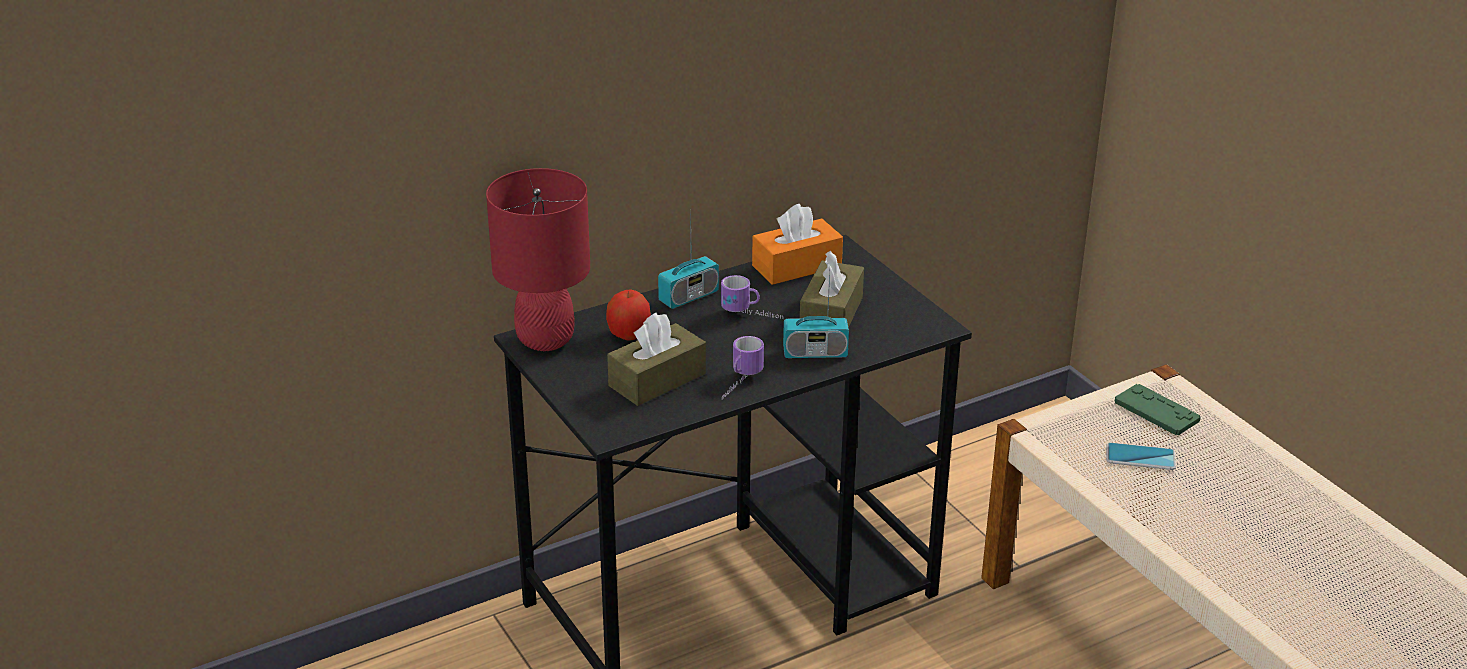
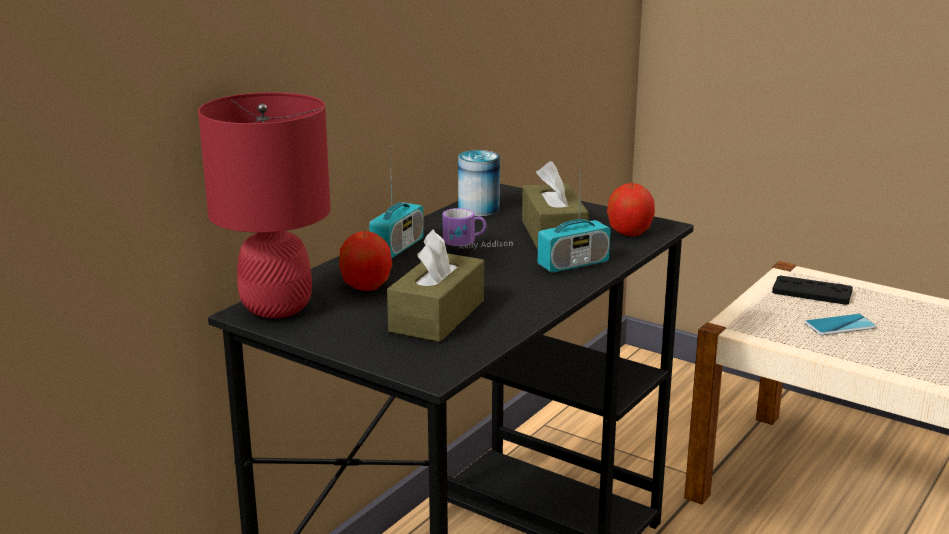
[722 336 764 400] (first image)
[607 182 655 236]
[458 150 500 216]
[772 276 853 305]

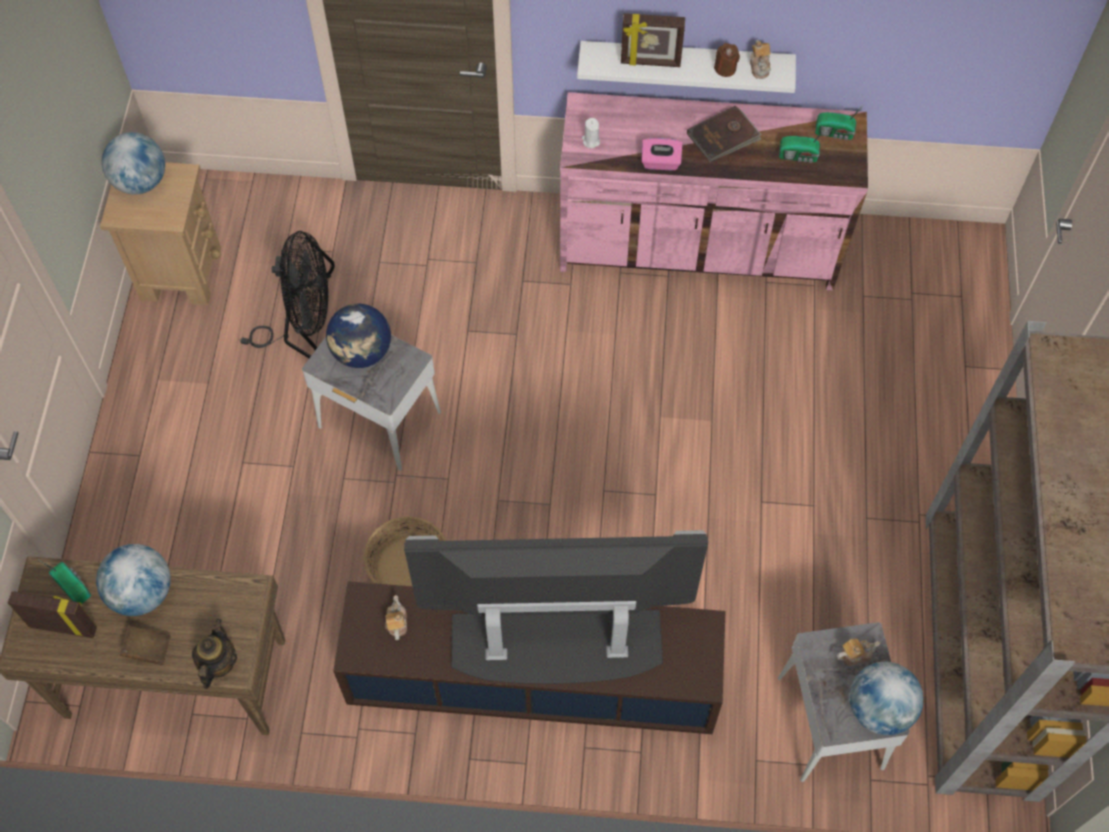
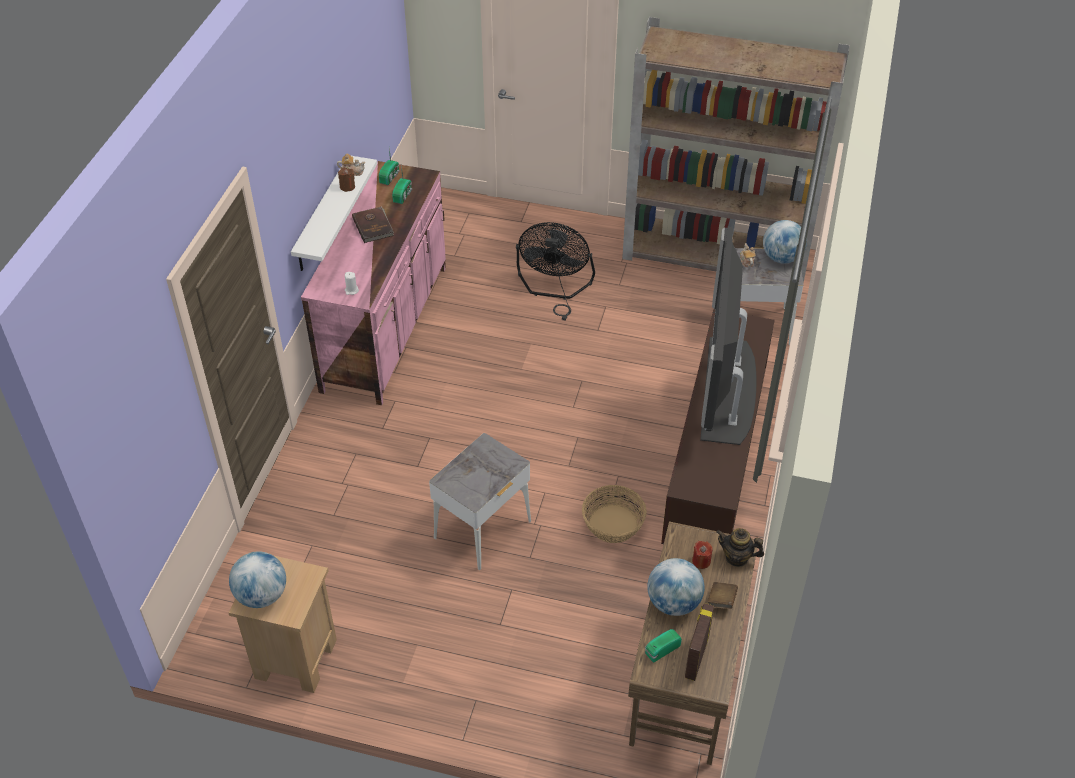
[326 304 391 368] (first image)
[385 595 407 640] (first image)
[621 13 685 67] (first image)
[642 138 683 170] (first image)
[692 541 713 569]
[516 222 595 321]

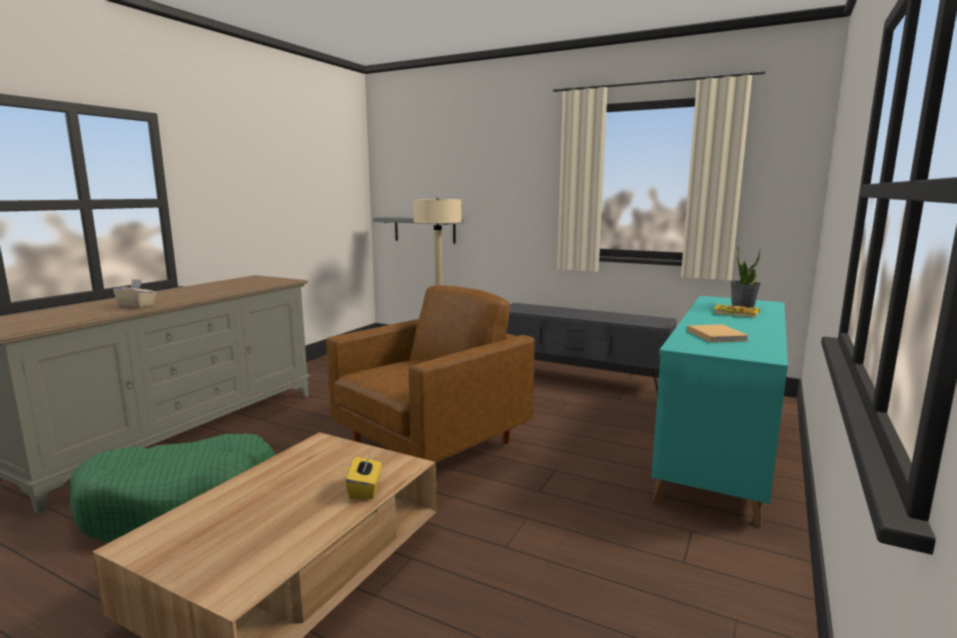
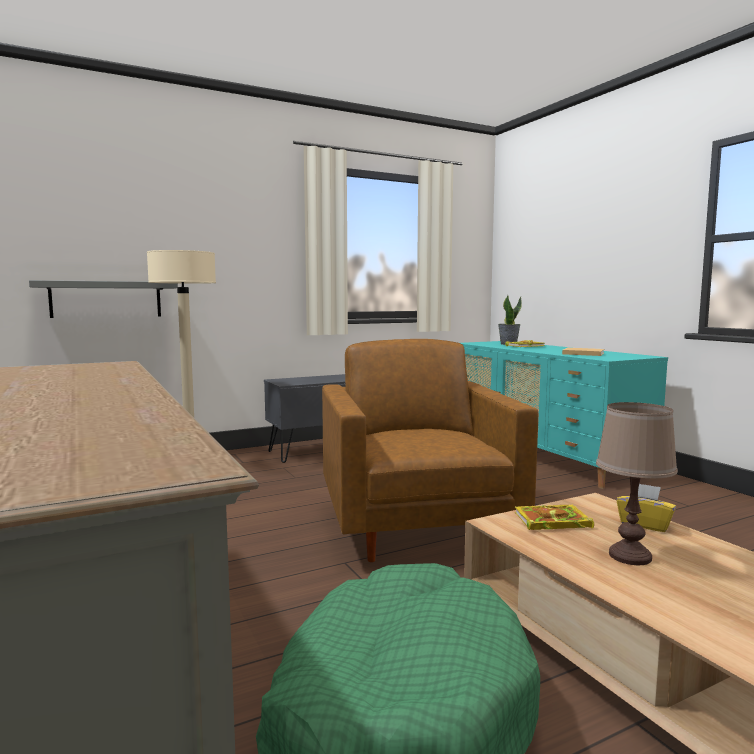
[113 279 156 308] (first image)
[515 505 594 530]
[596 402 678 565]

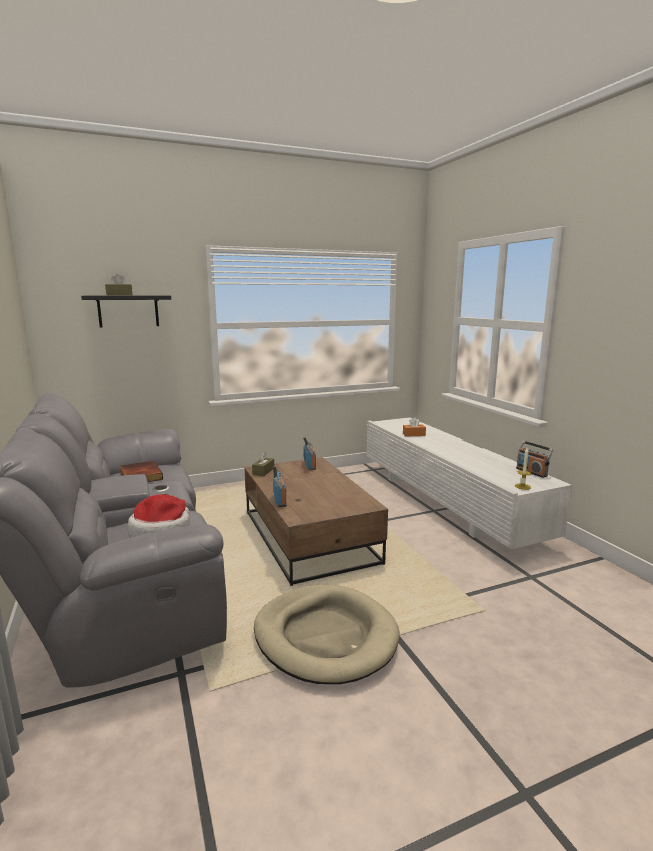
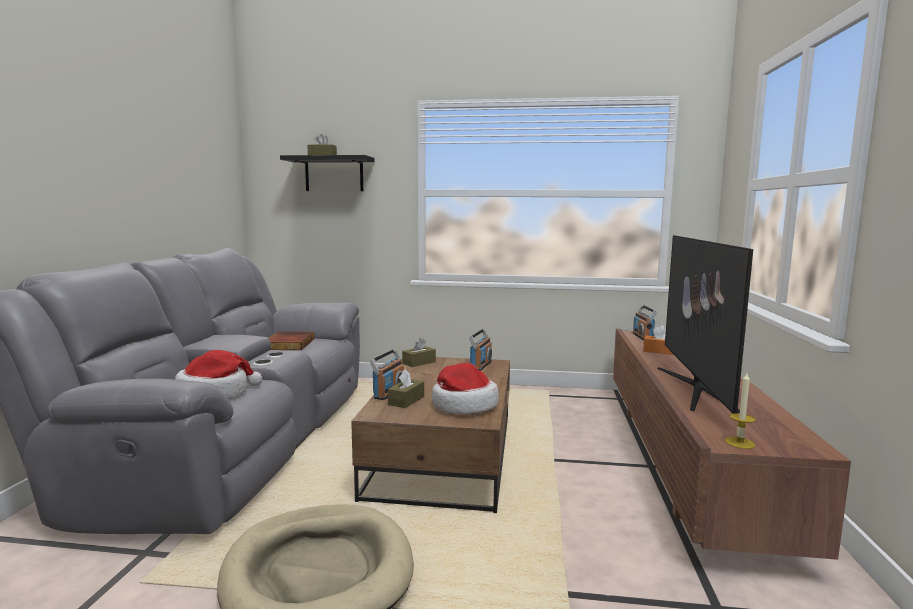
[388 369 424 408]
[432 363 499 414]
[657 235 753 414]
[633 305 657 340]
[613 329 851 560]

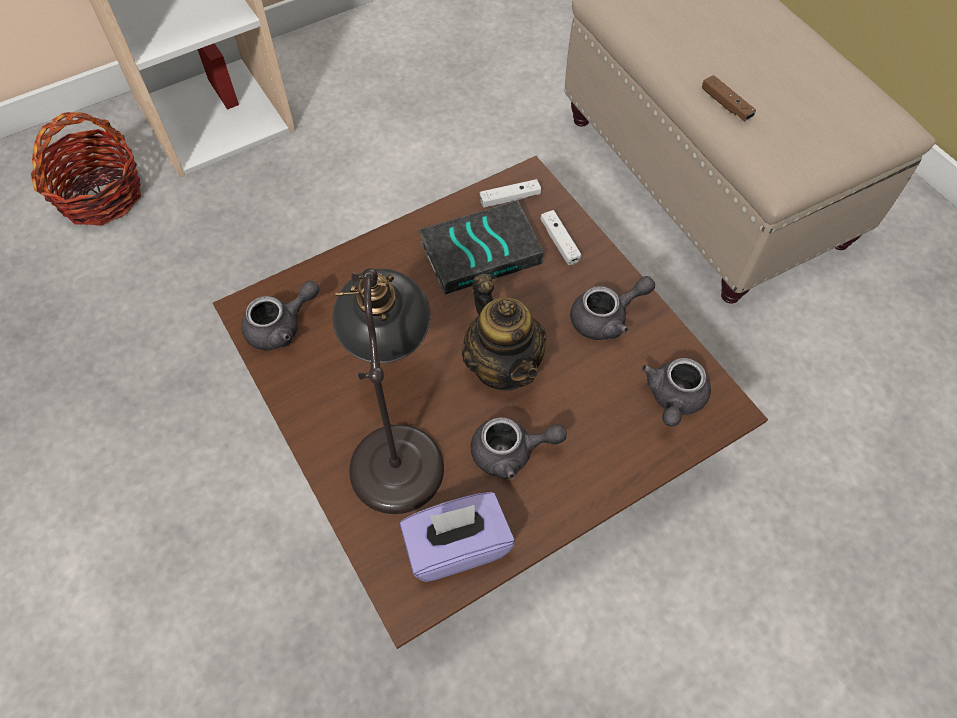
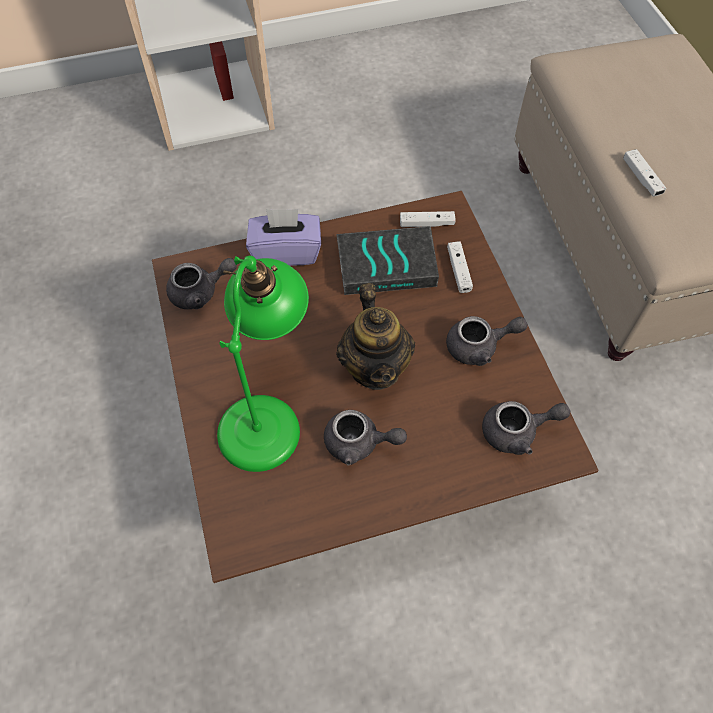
[31 112 141 226] (first image)
[246 209 321 266]
[217 256 309 472]
[623 149 666 196]
[482 401 570 455]

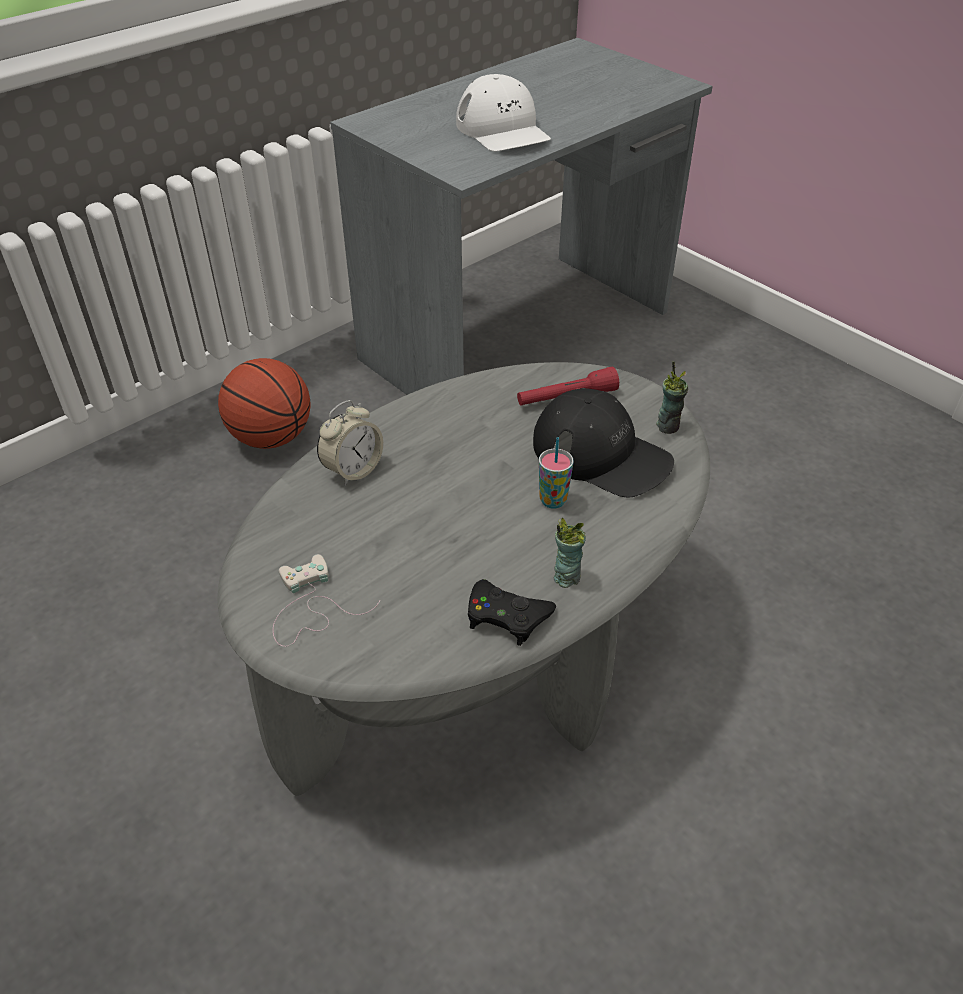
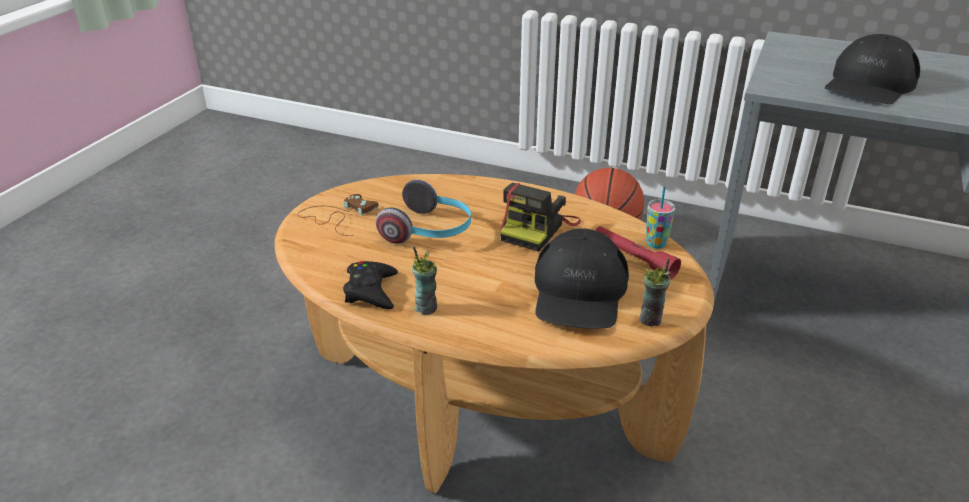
[317 400 383 486] (first image)
[376 179 471 244]
[500 183 581 252]
[645 186 675 248]
[275 174 714 493]
[297 194 379 236]
[825 34 920 104]

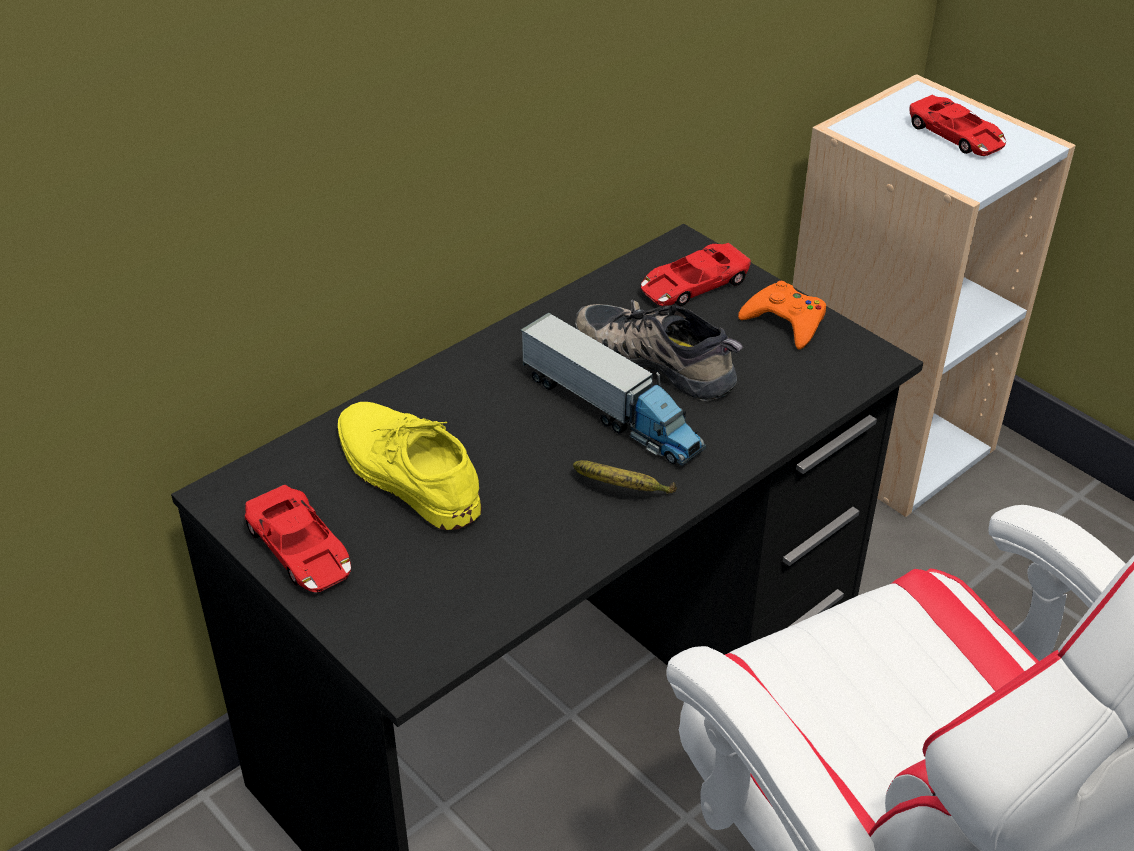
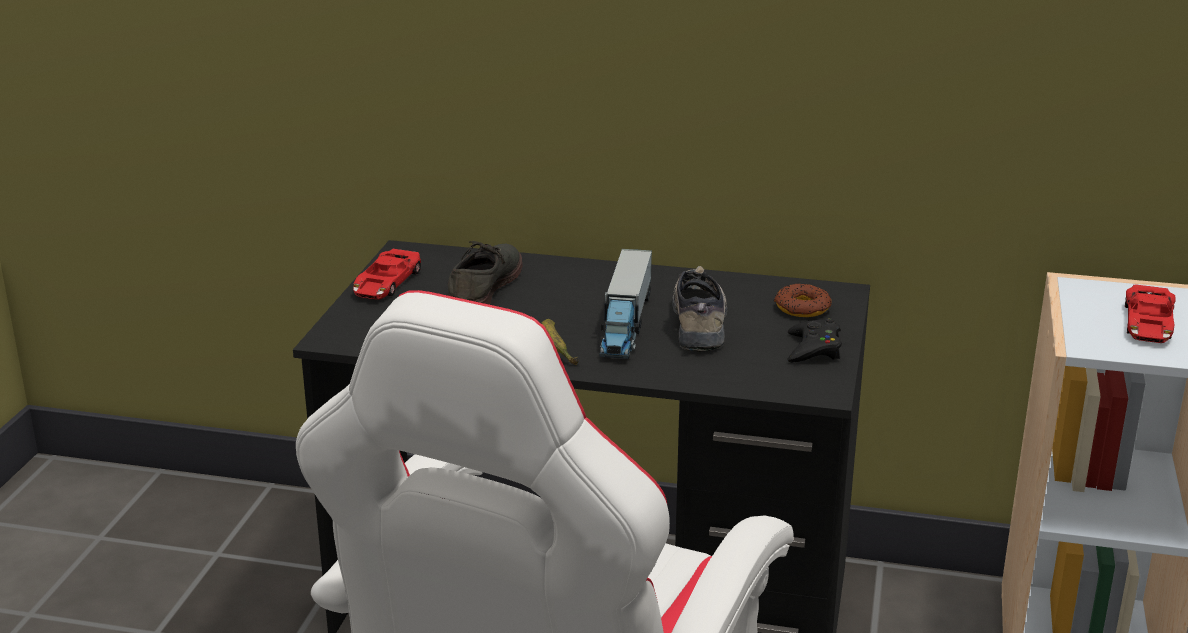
[774 283 832 317]
[448 241 522 305]
[787 318 842 362]

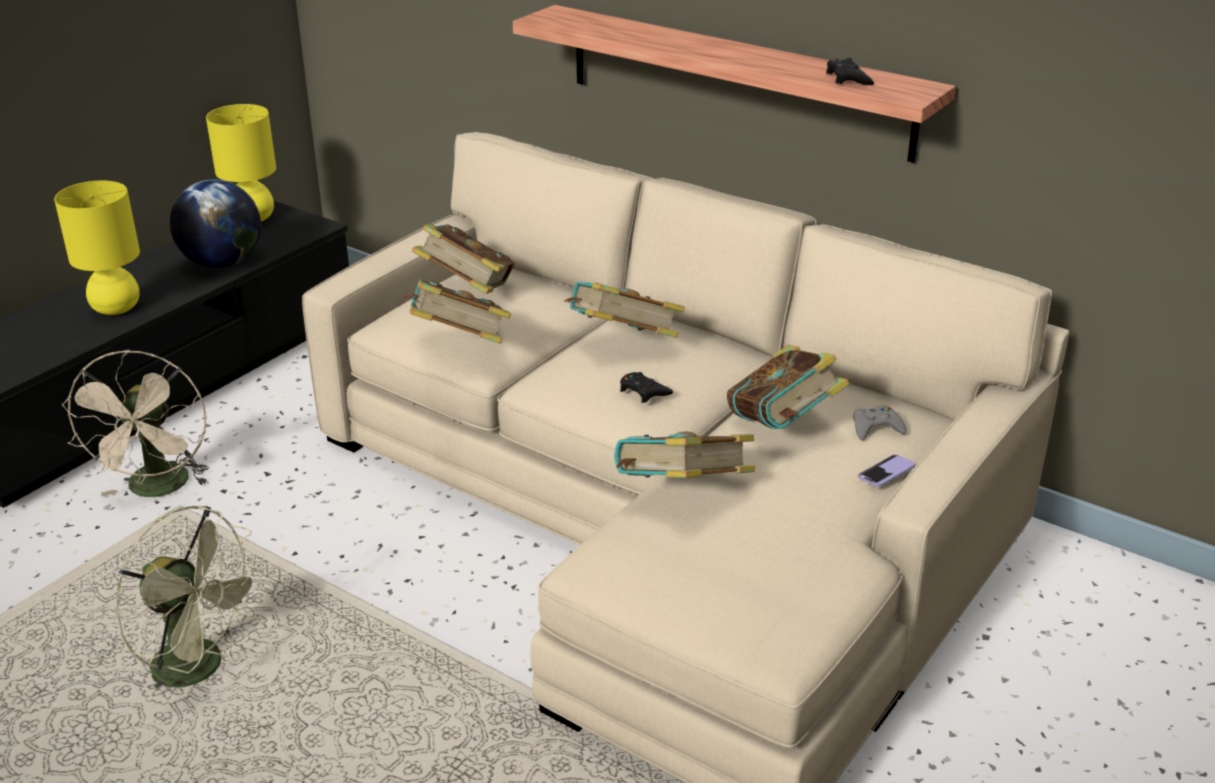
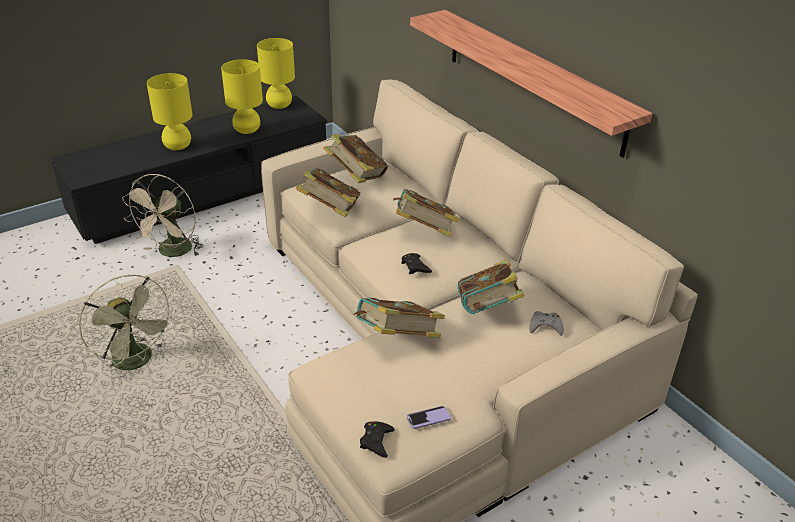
[360 421 395 458]
[407 406 451 429]
[221 59 263 134]

